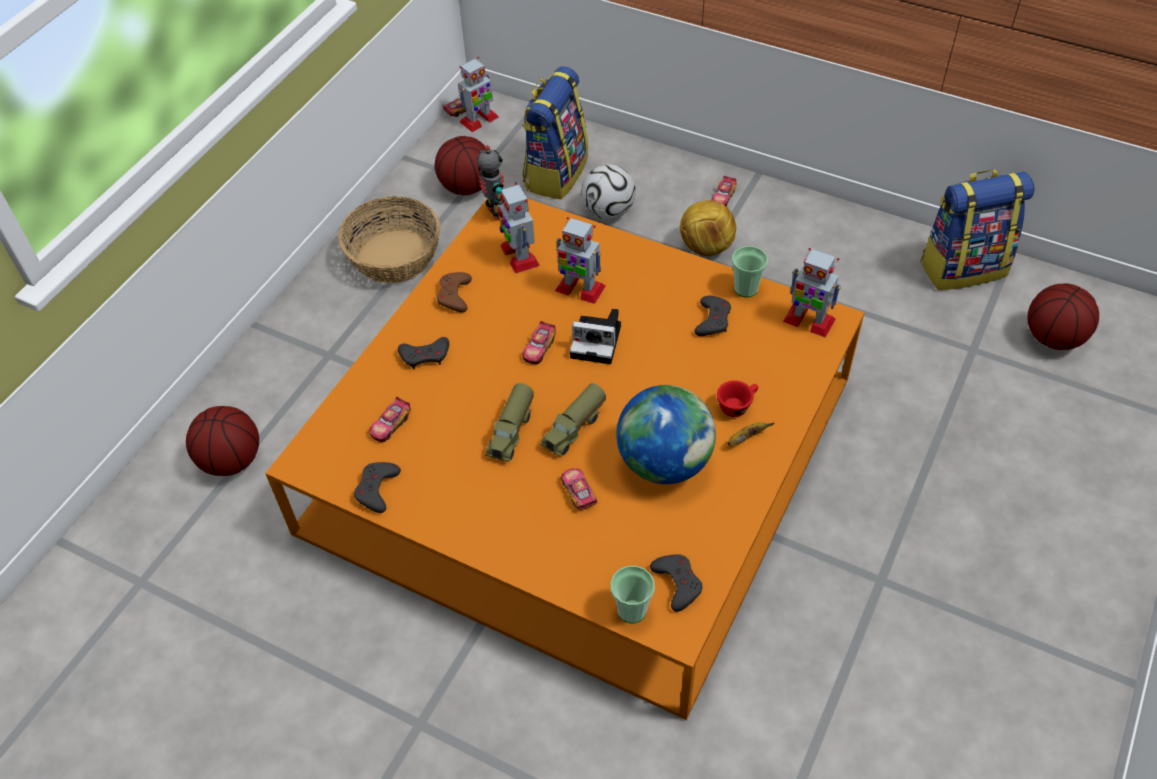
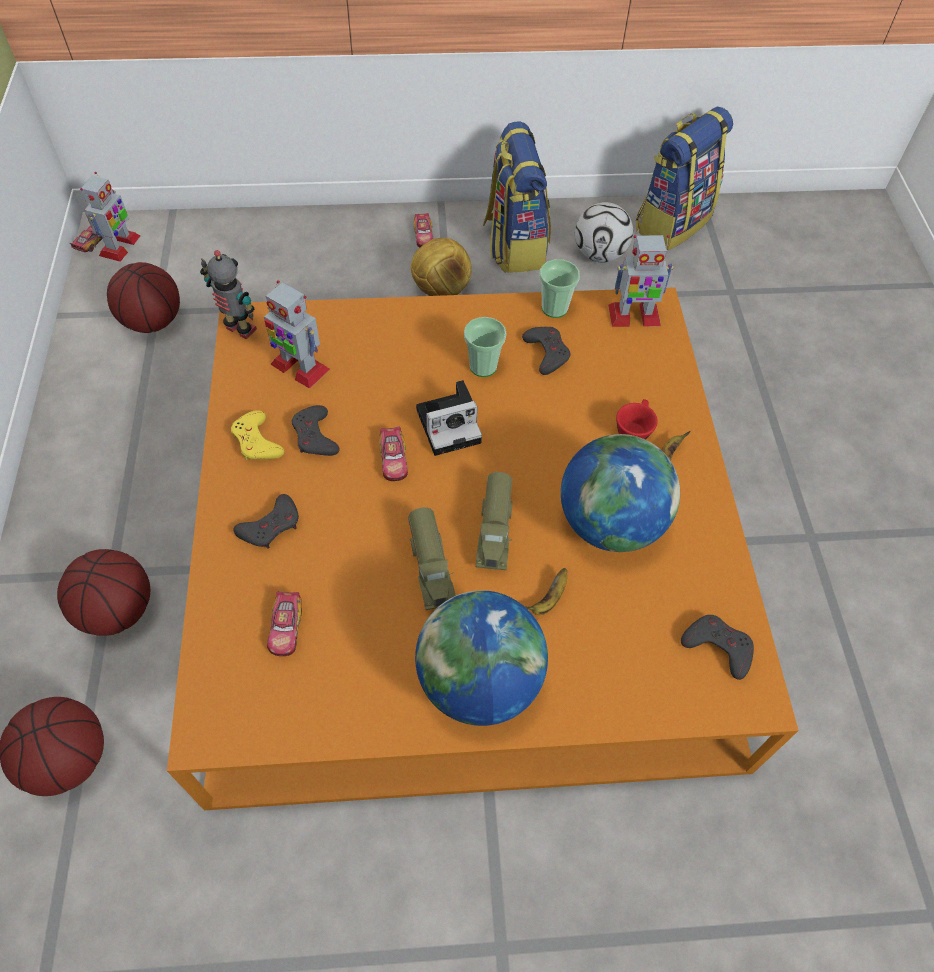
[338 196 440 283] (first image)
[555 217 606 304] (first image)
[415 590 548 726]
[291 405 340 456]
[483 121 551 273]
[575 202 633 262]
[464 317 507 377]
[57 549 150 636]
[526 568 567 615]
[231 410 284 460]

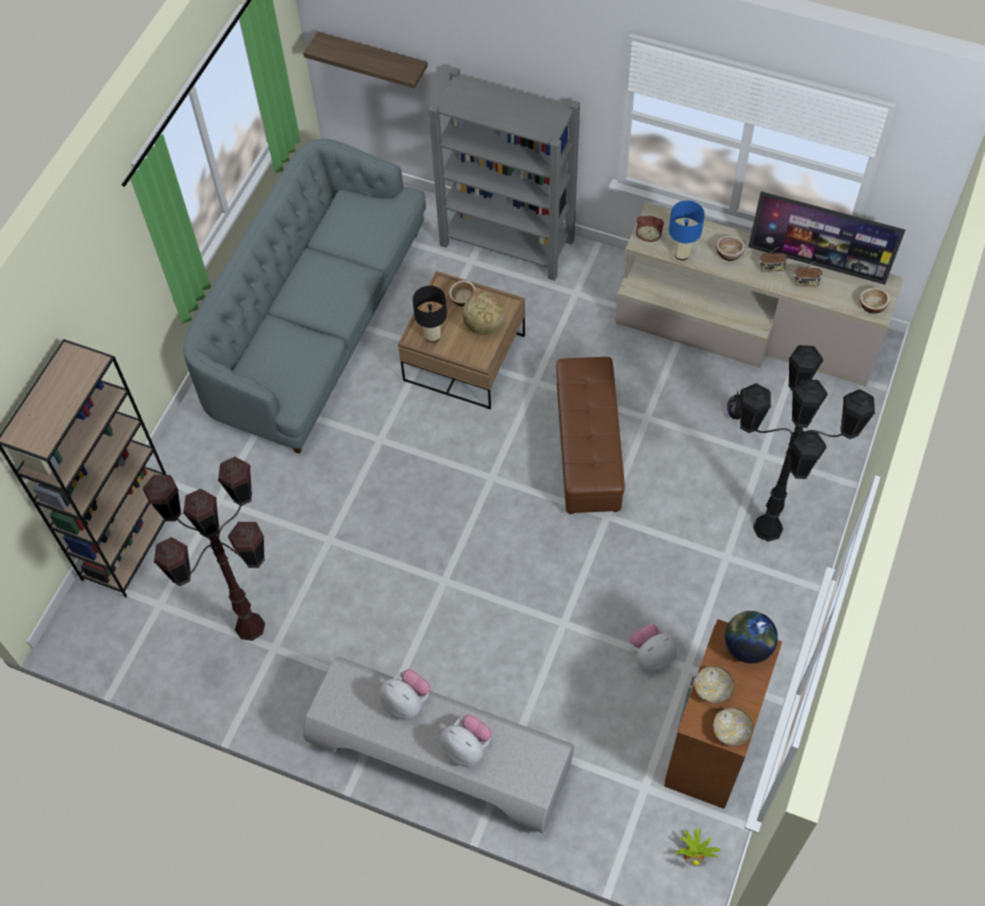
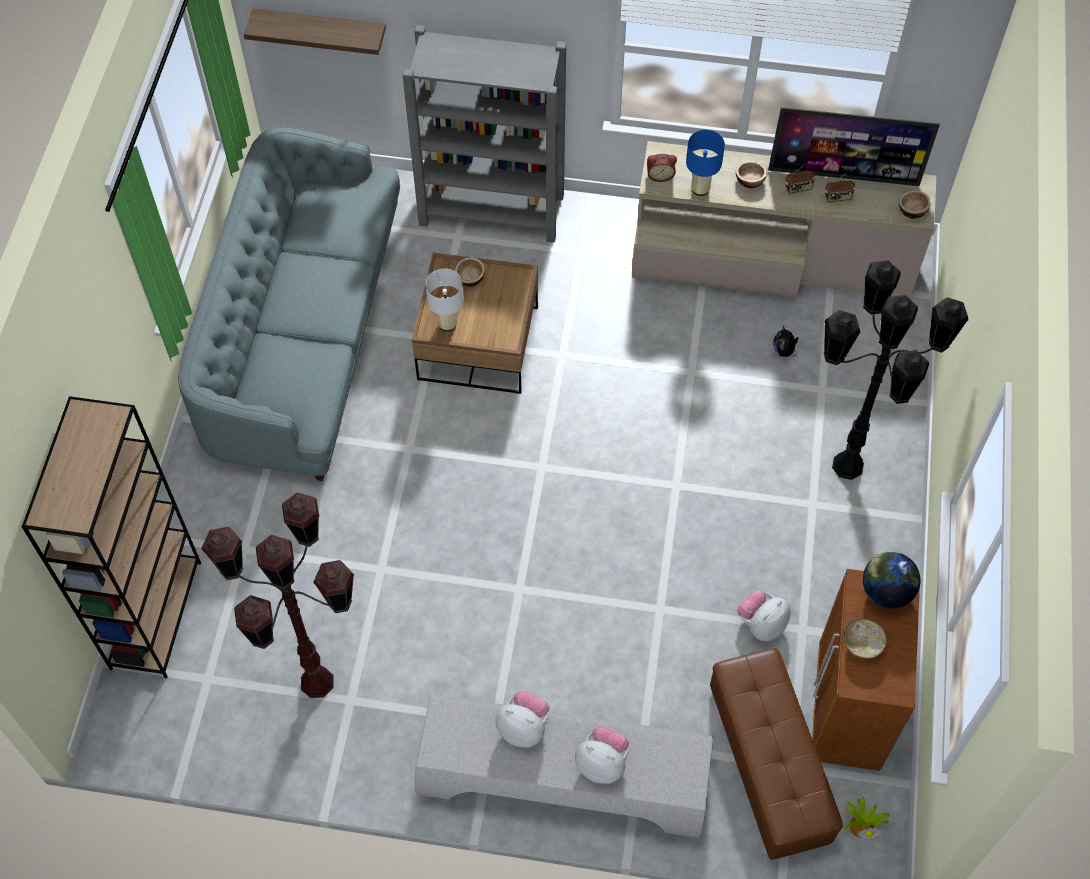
[462 292 505 335] (first image)
[714 708 753 746] (first image)
[710 648 843 860]
[426 268 464 332]

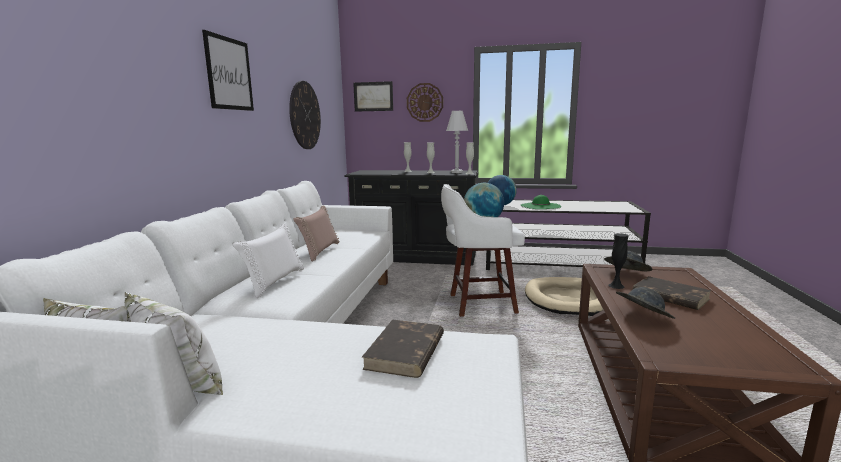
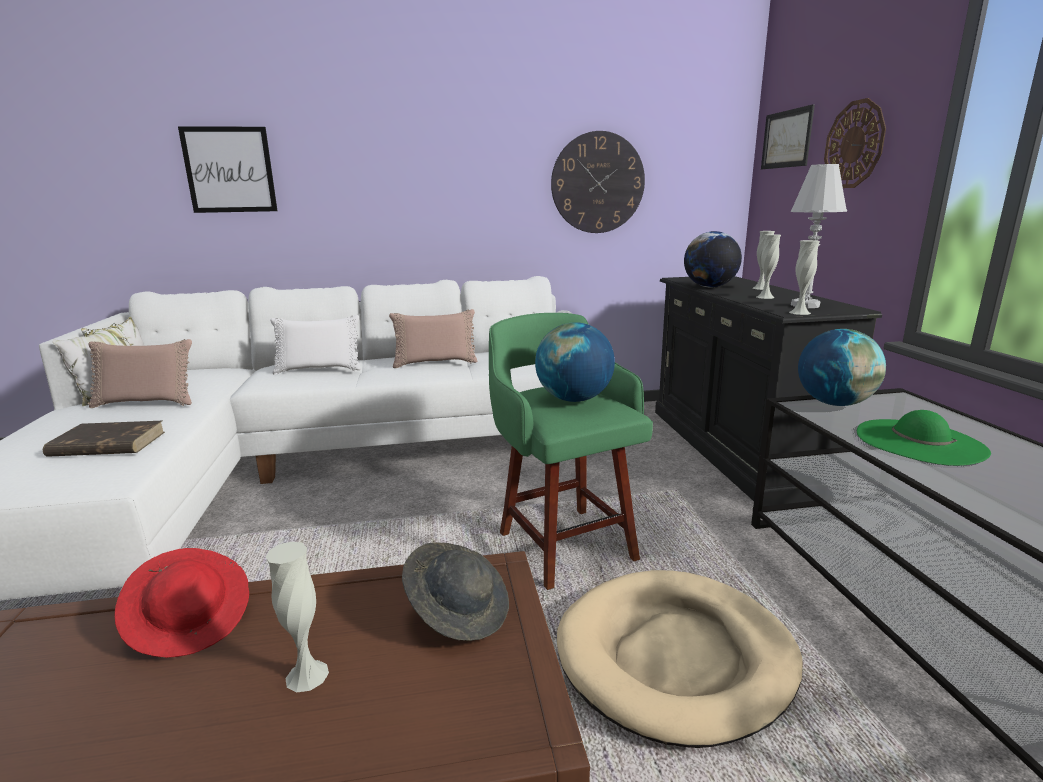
[608 233 629 289] (first image)
[88 339 192 408]
[684 231 742 287]
[178 127 278 213]
[265 542 329 693]
[489 313 653 590]
[115 548 249 658]

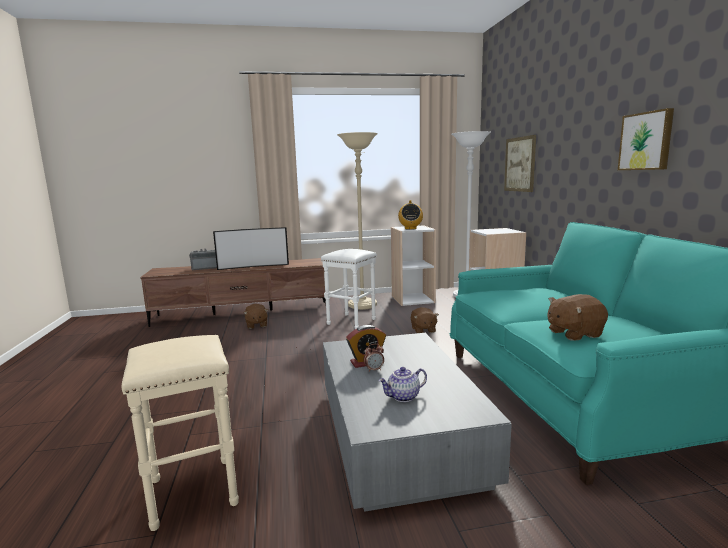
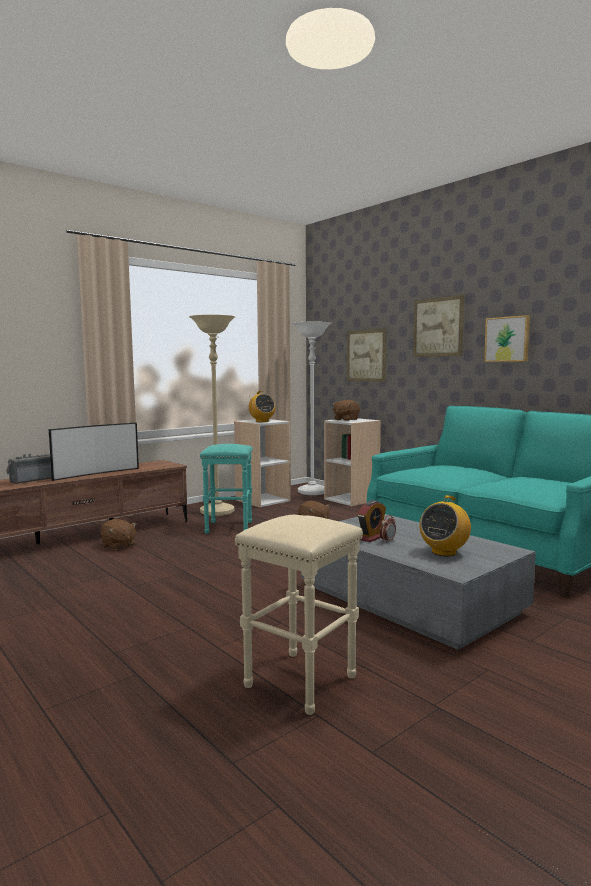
[413 295 464 357]
[333 400 360 421]
[419 495 471 557]
[200 444 253 534]

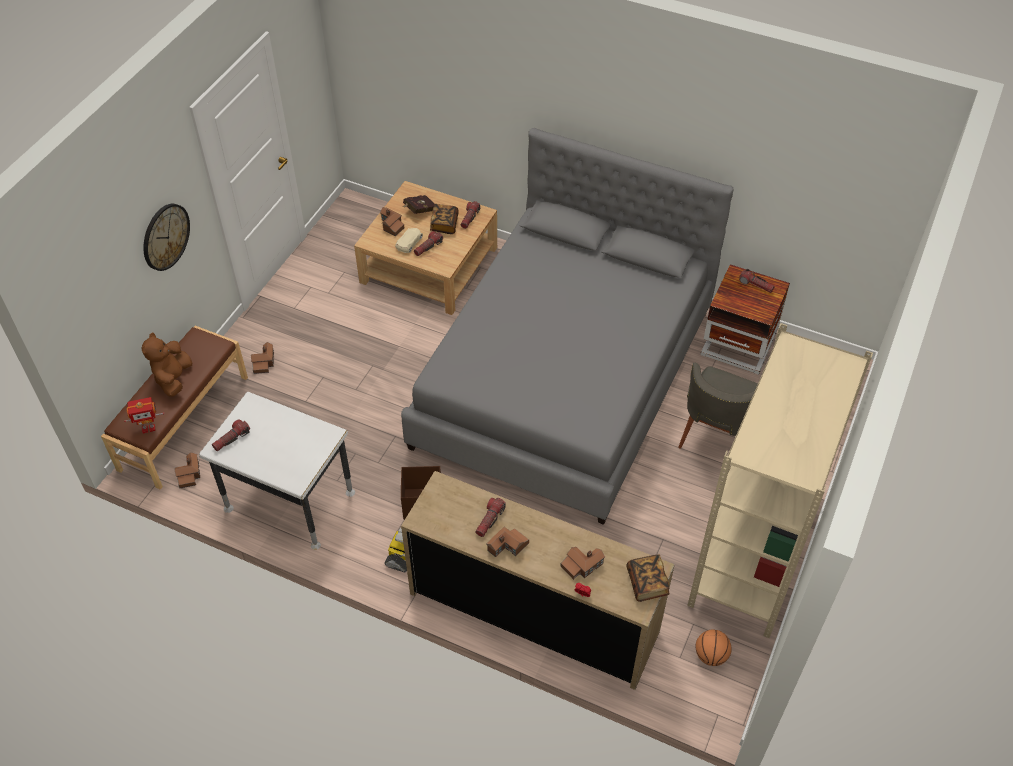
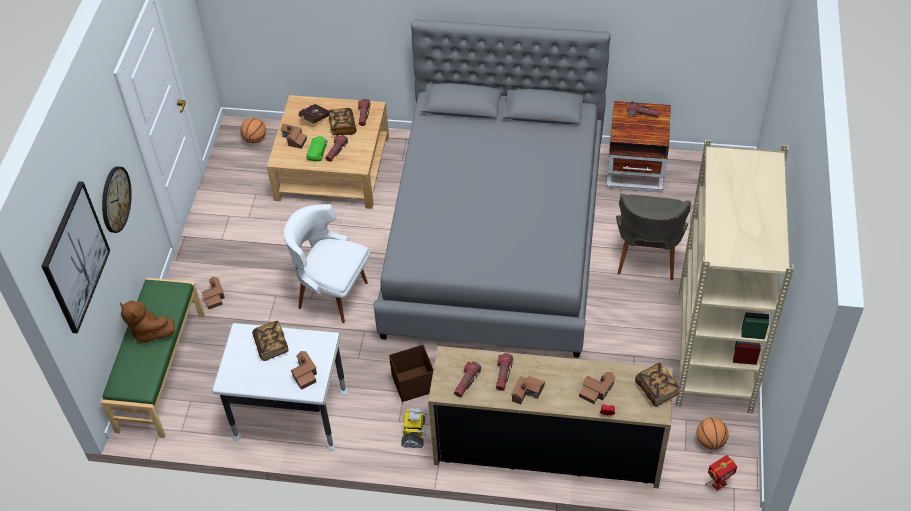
[41 181 110 334]
[240 118 266 143]
[252 321 289 361]
[284 204 370 323]
[705 455 737 491]
[291 351 317 390]
[454 362 481 397]
[101 278 205 438]
[306 136 327 162]
[120 301 175 344]

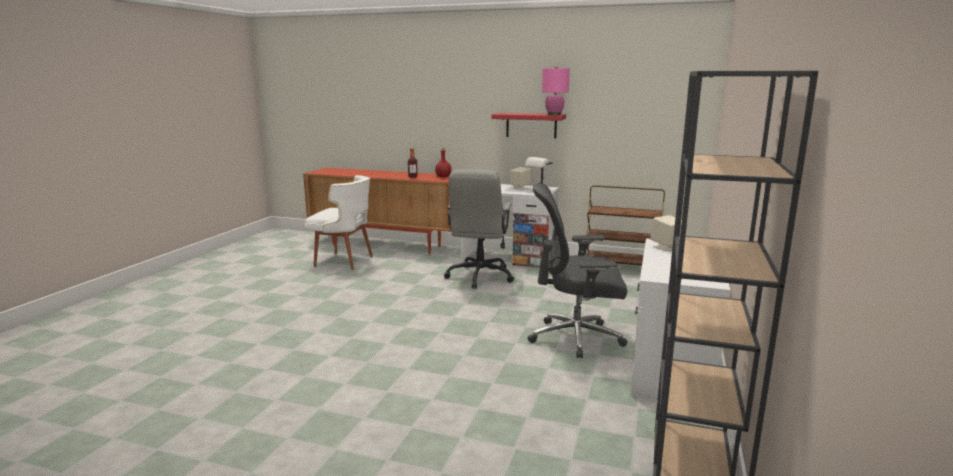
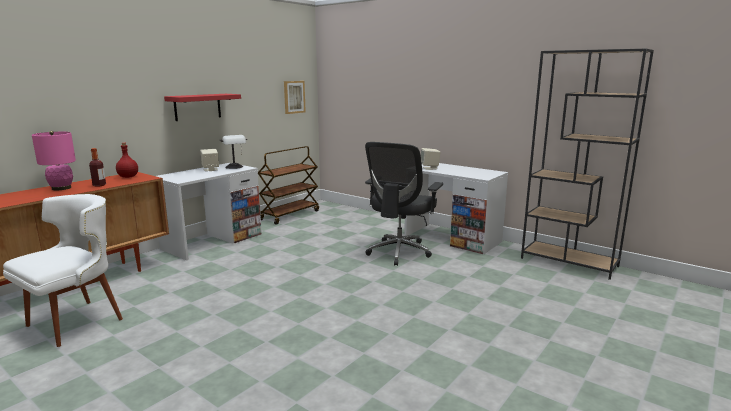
[444 169 514 289] (first image)
[284 81 306 114]
[32 131 76 191]

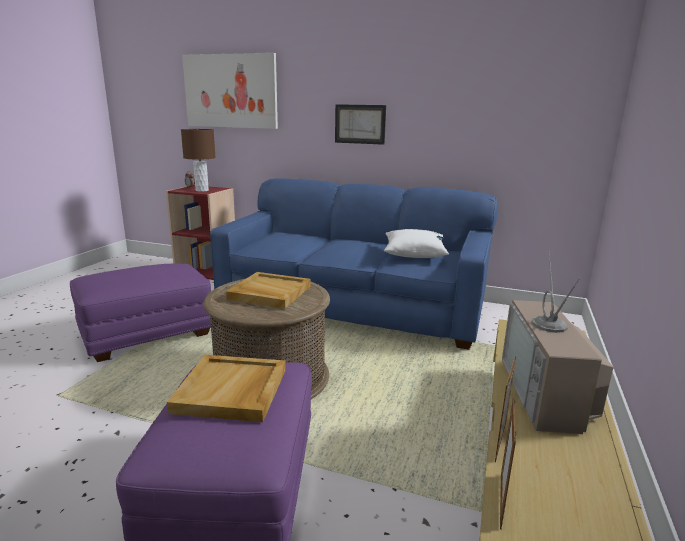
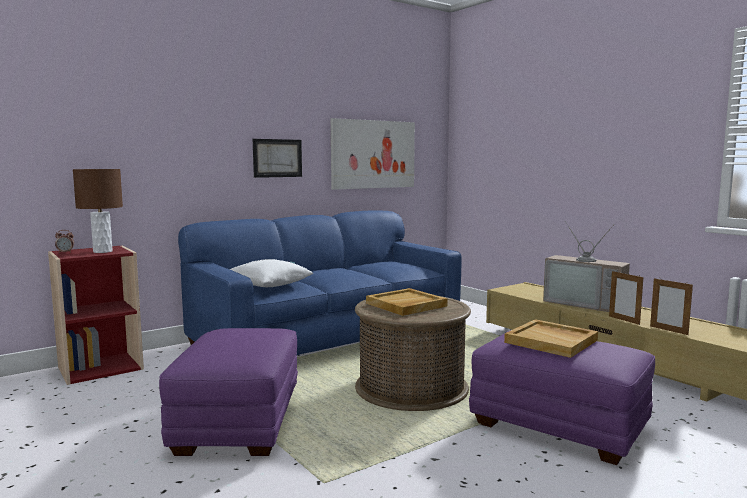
[331 118 415 190]
[230 259 313 287]

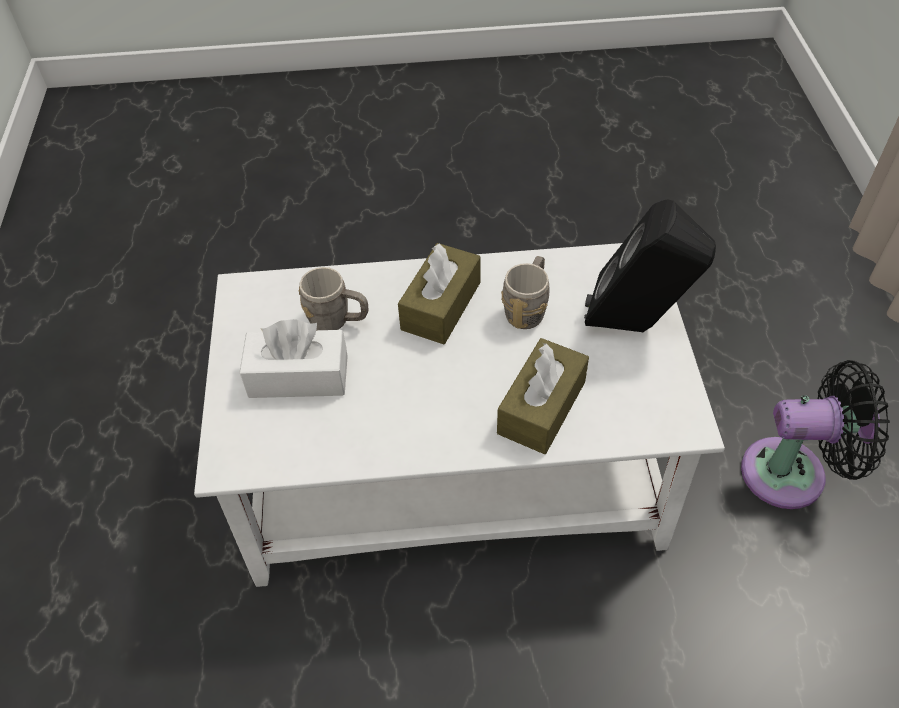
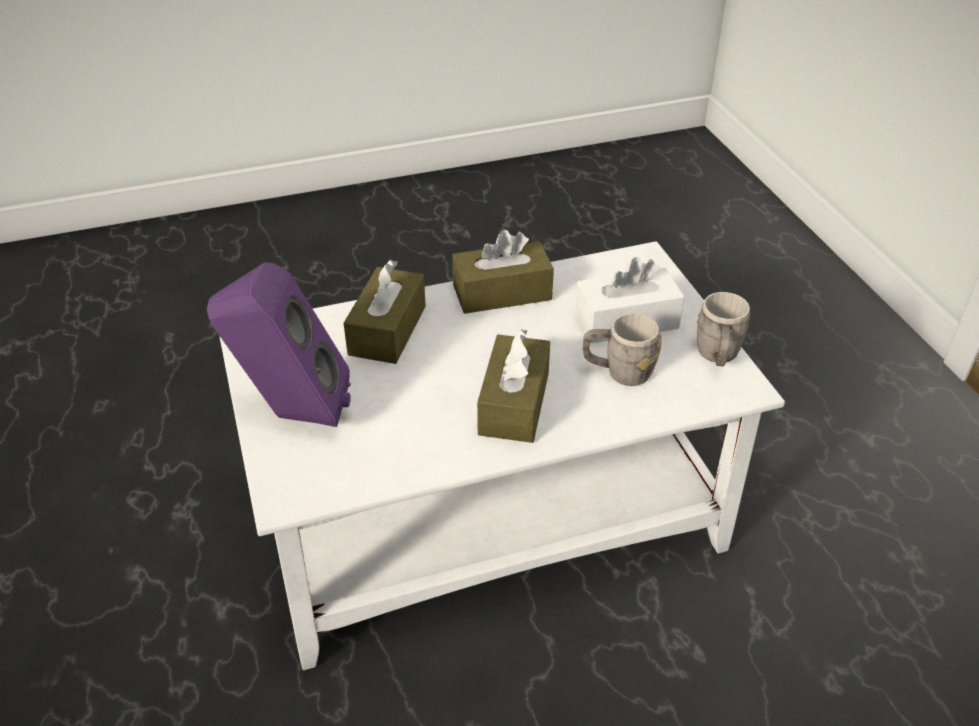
[741 360 890 509] (first image)
[452 230 554 314]
[697 292 750 367]
[207 262 351 427]

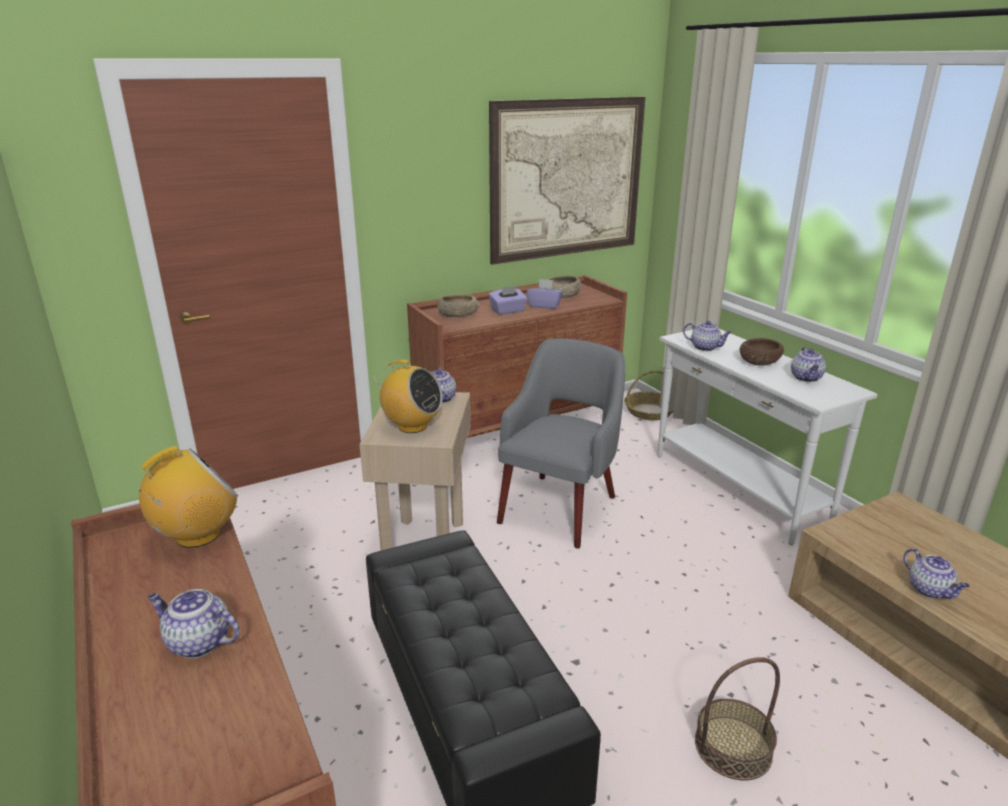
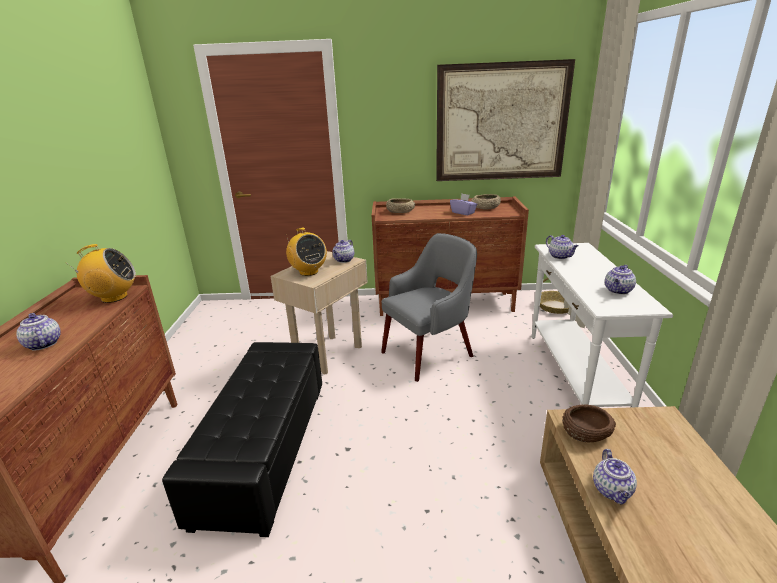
[489 286 528 315] (first image)
[695 657 780 781] (first image)
[562 405 616 442]

